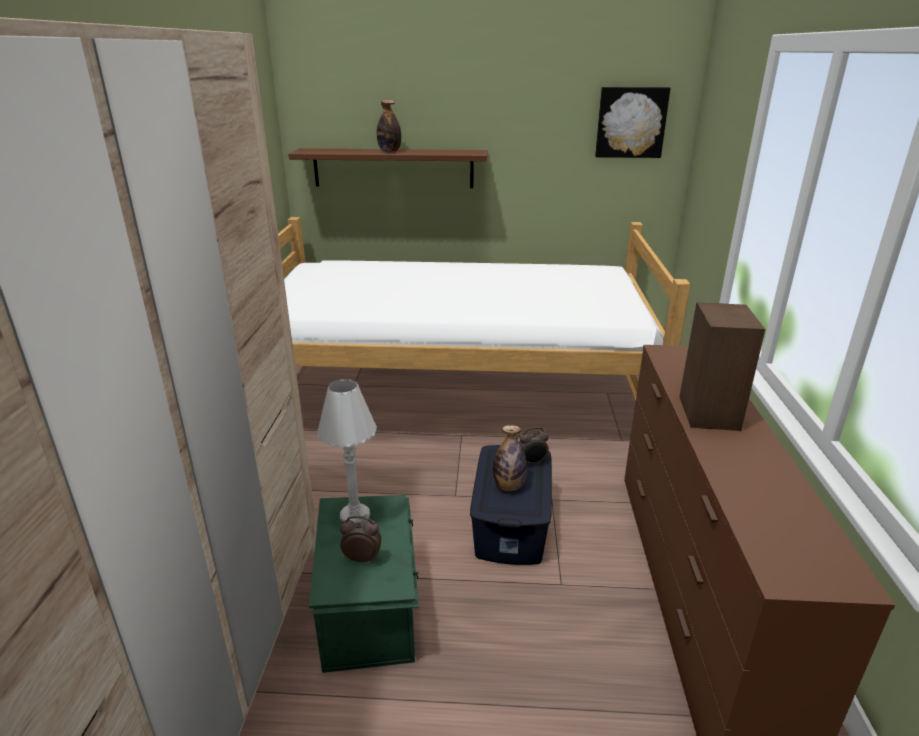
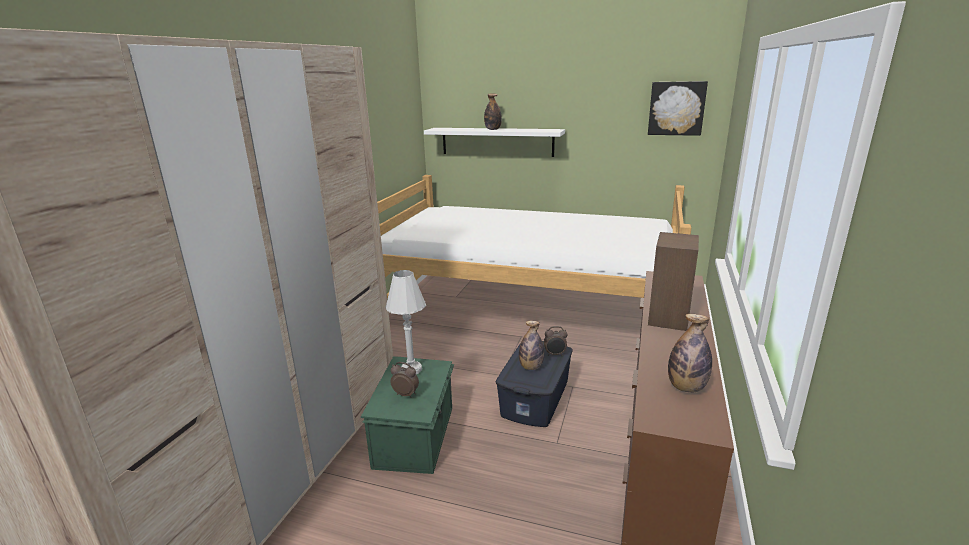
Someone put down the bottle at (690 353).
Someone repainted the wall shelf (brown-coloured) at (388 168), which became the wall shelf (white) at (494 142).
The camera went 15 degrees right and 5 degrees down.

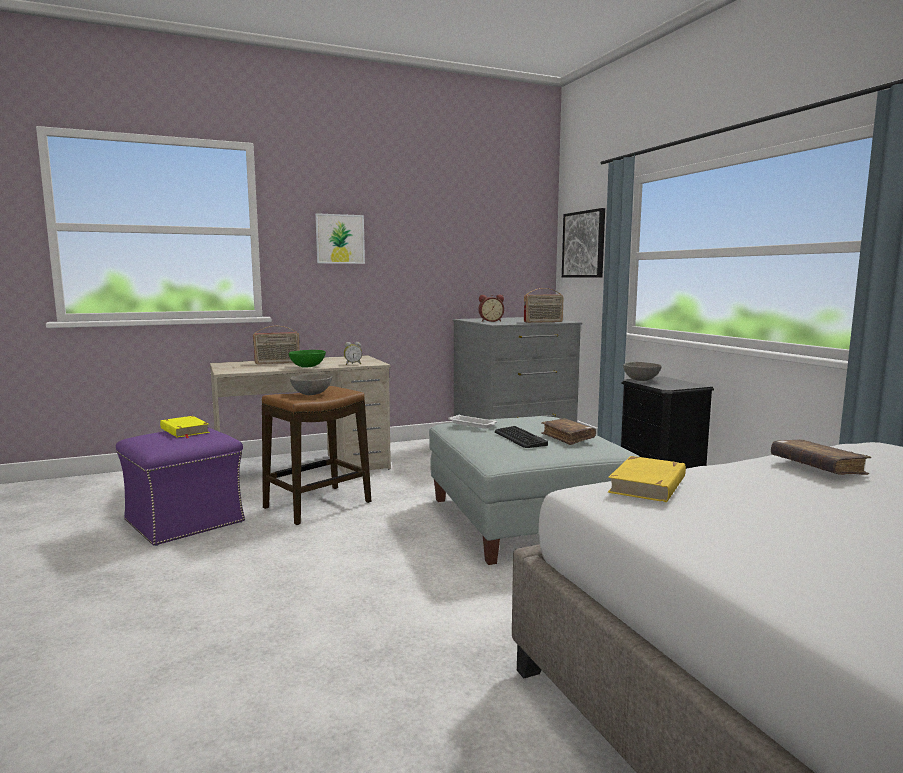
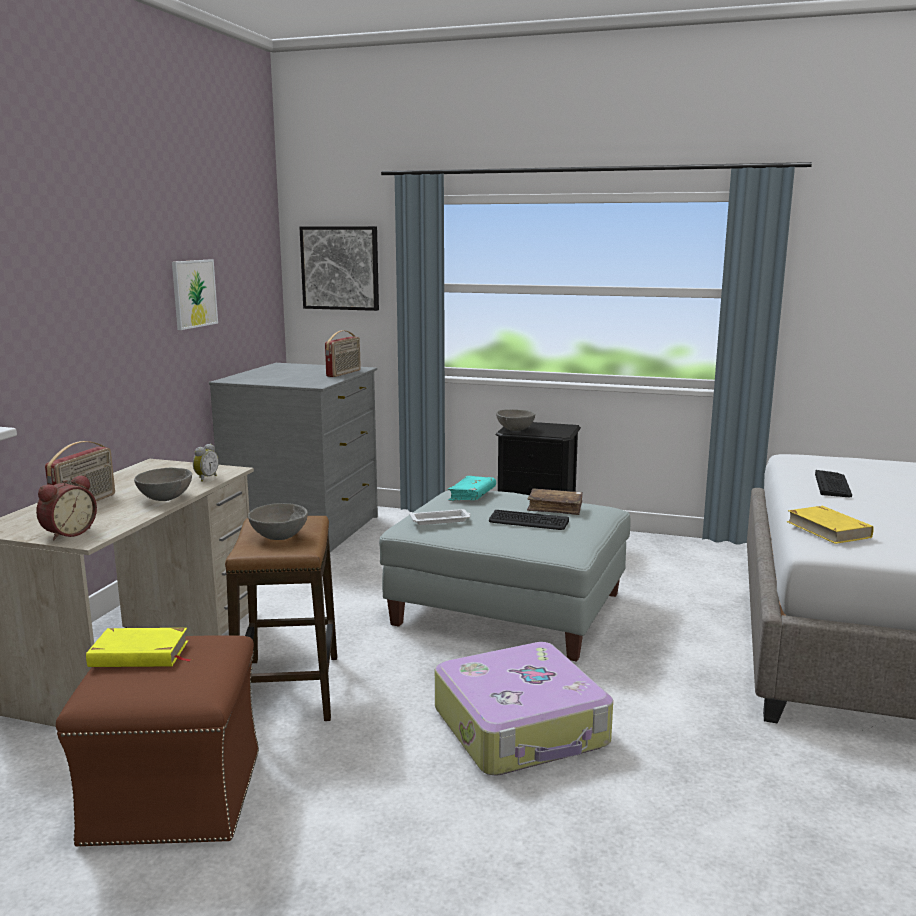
Someone put down the travel case at (524 709).
Someone put down the bound book (turquoise-coloured) at (472 488).
Someone carried the wall picture from (340 238) to (195 294).
Someone carried the alarm clock from (491 308) to (66 508).
Someone swapped the bound book (brown-coloured) at (821 457) for the keyboard at (833 483).
Someone repainted the ottoman (purplish) at (180 486), which became the ottoman (brown-coloured) at (157 740).
Someone repainted the bowl (greenish) at (307 359), which became the bowl (gray) at (163 484).
The camera went 50 degrees left and 5 degrees up.

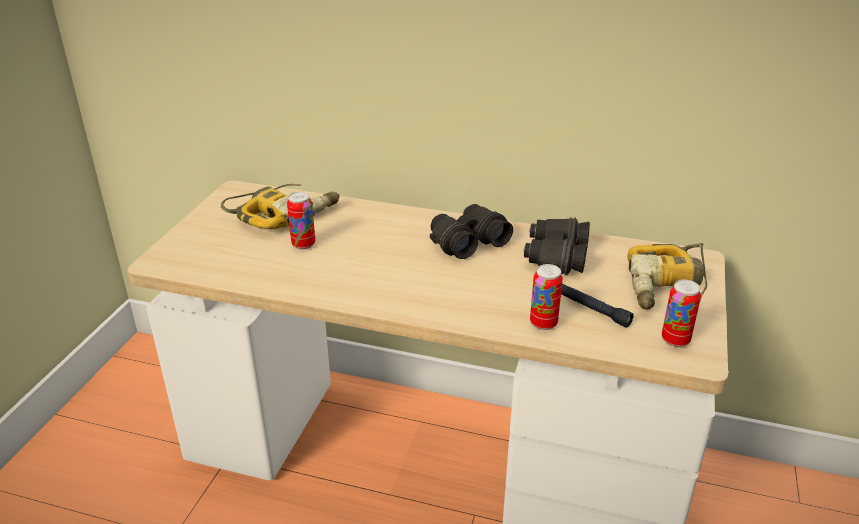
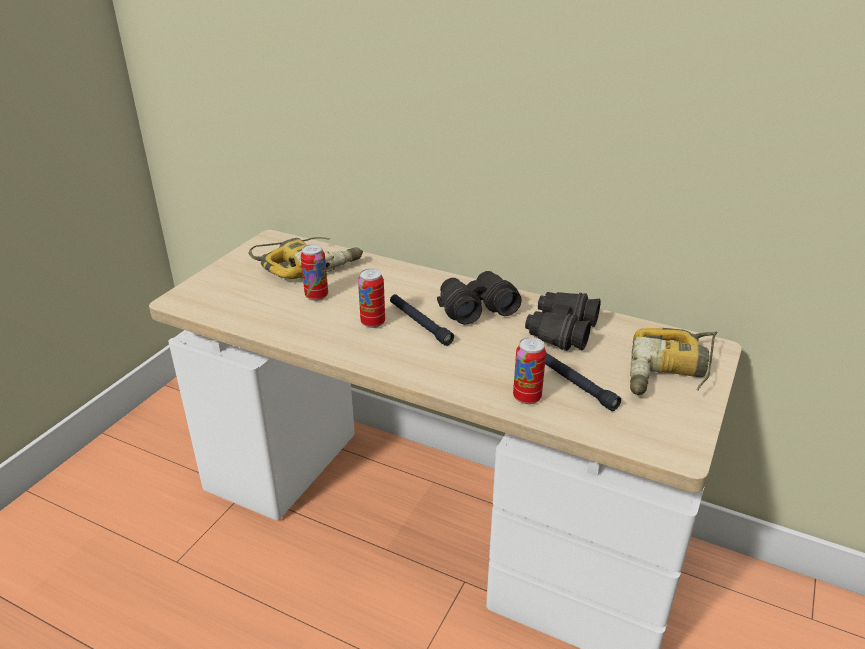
Someone put down the flashlight (blackish) at (422 320).
Someone carried the sealed can from (681 313) to (371 298).
The camera went 10 degrees right and 0 degrees up.

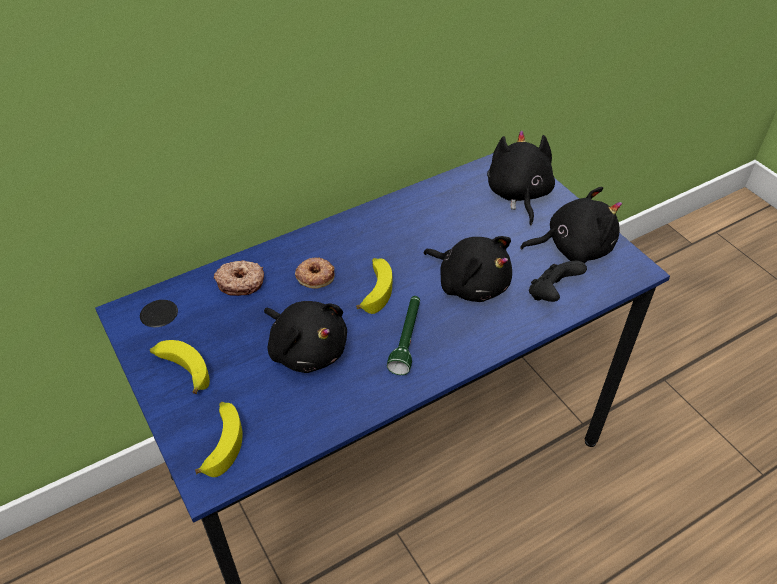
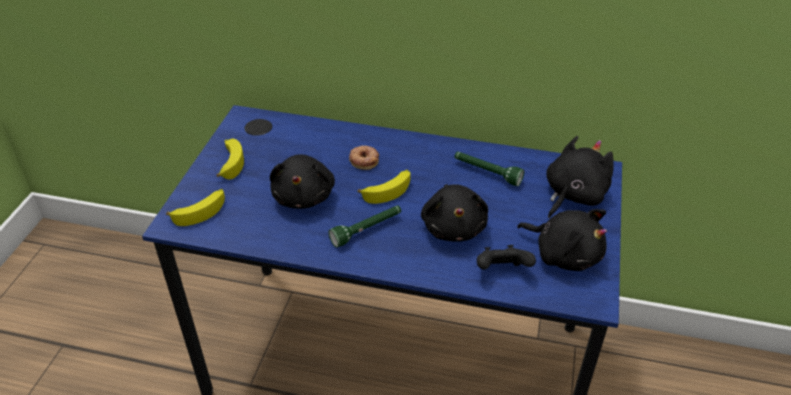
Someone took away the ring doughnut at (239 278).
Someone put down the flashlight (greenish) at (489 169).
The camera went 45 degrees right and 5 degrees down.

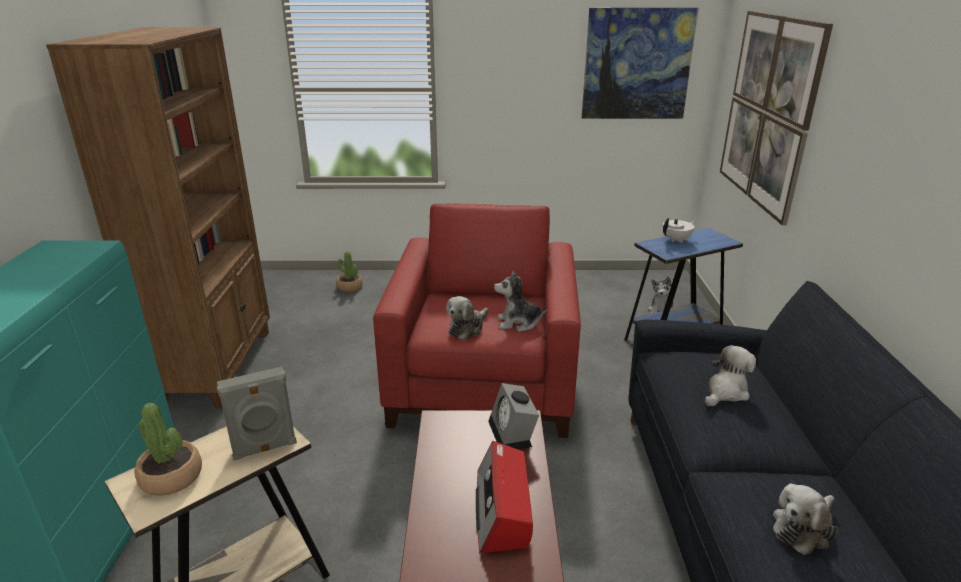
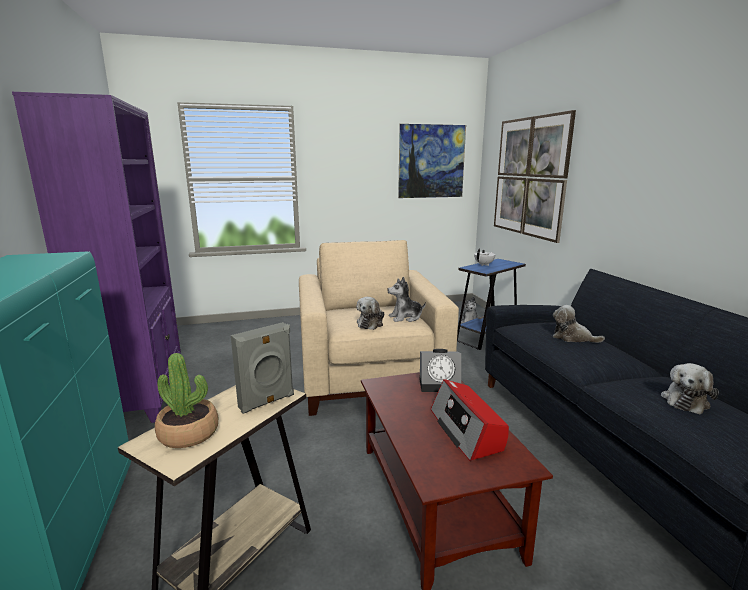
Someone took away the potted plant at (349 271).
Someone repainted the bookshelf (brown-coloured) at (158 218), which became the bookshelf (purplish) at (96 257).
Someone repainted the lounge chair (reddish) at (477 320), which became the lounge chair (sand-coloured) at (379 328).
Someone rotated the alarm clock at (513 416) by 60 degrees counterclockwise.
Someone rotated the cuddly toy at (730 375) by 90 degrees counterclockwise.
The camera went 15 degrees left and 10 degrees down.

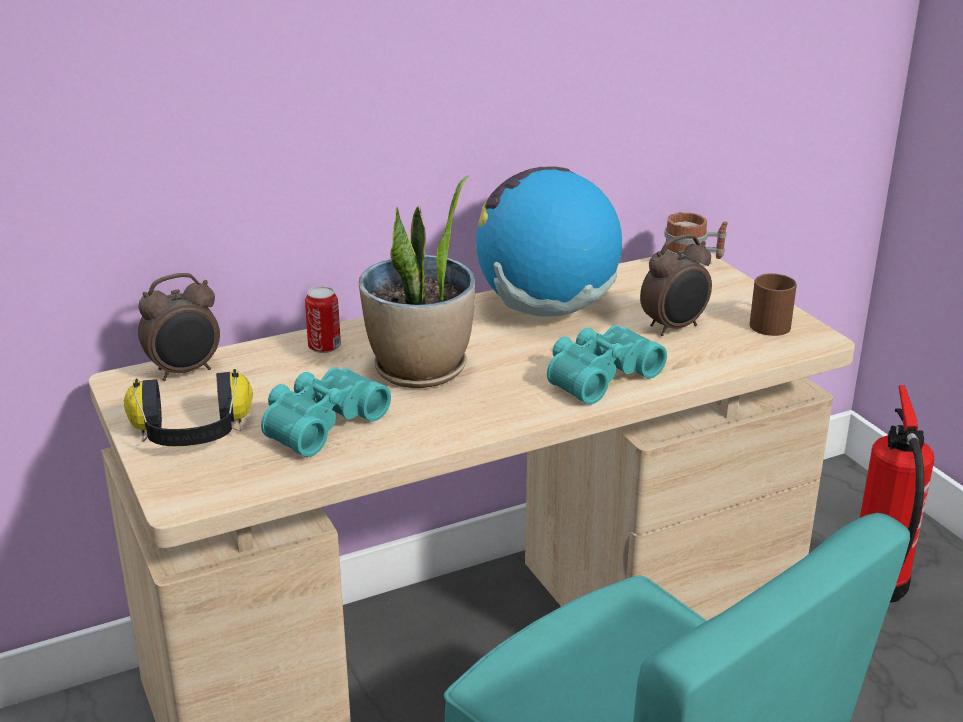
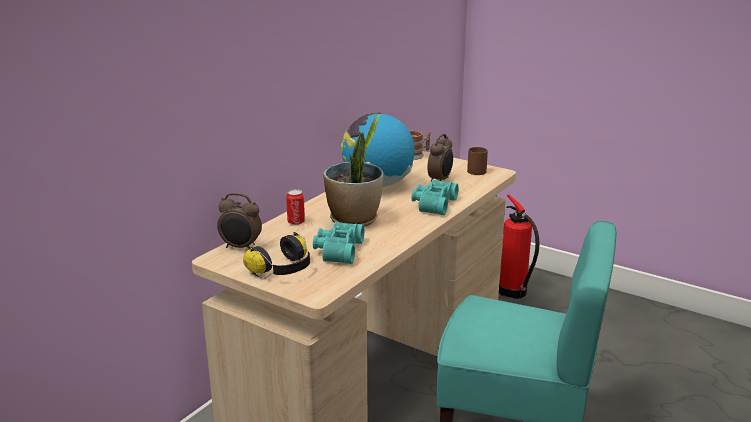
Someone rotated the alarm clock at (179 327) by 75 degrees clockwise.
The camera went 30 degrees left and 5 degrees down.

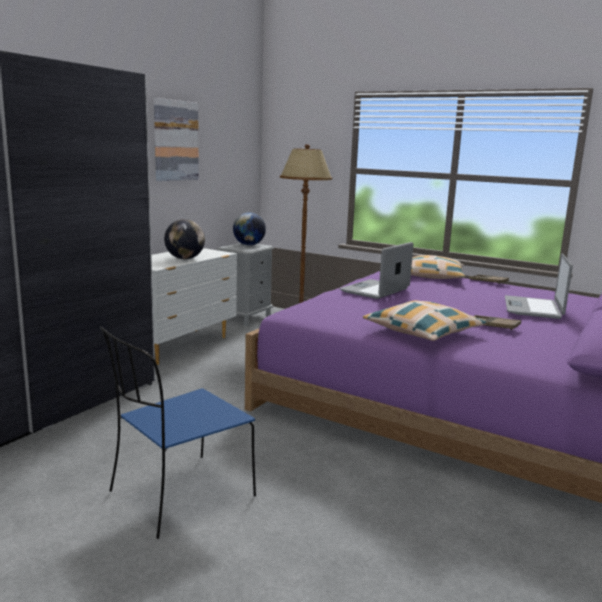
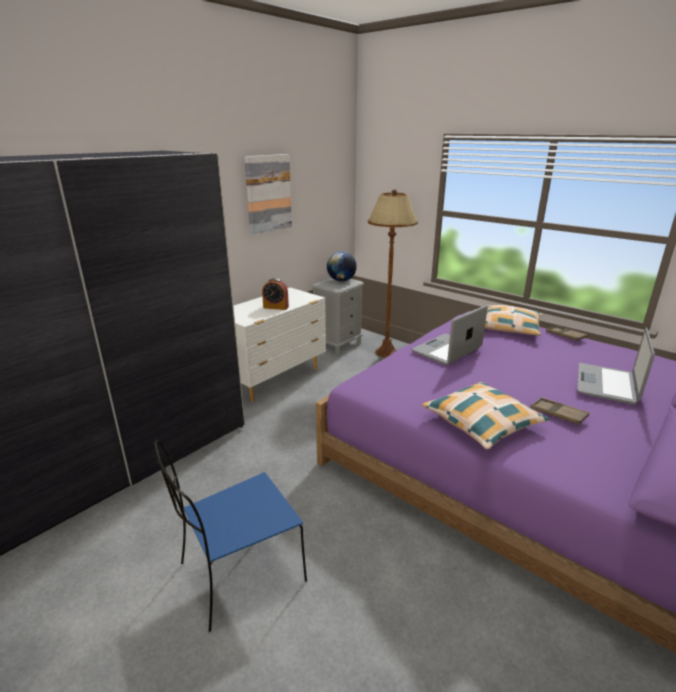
Someone swapped the world globe at (184 239) for the alarm clock at (275 294).
The camera went 10 degrees right and 10 degrees up.

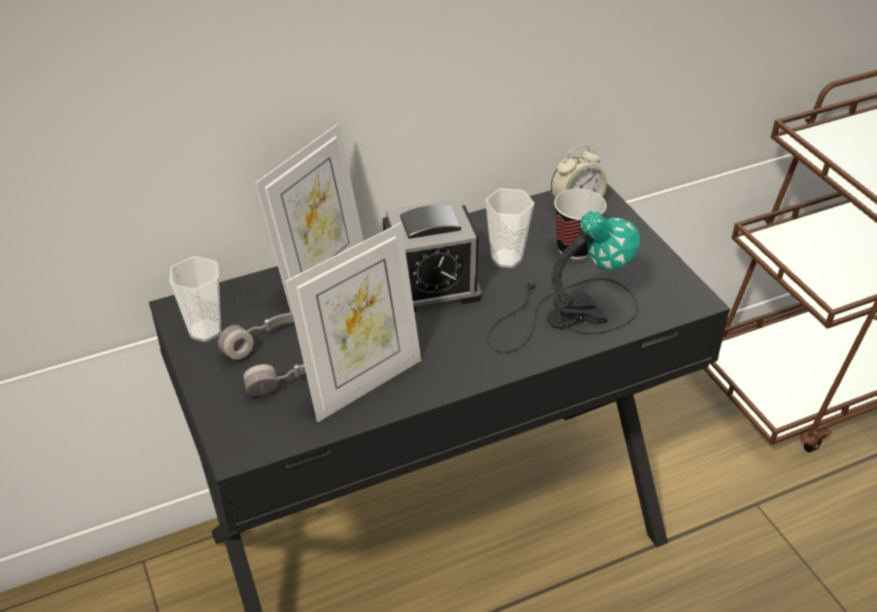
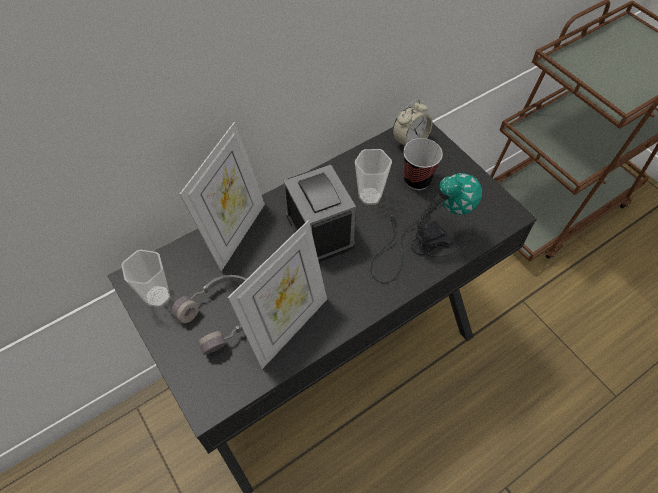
Someone rotated the alarm clock at (432 255) by 90 degrees counterclockwise.
The camera went 10 degrees left and 15 degrees up.

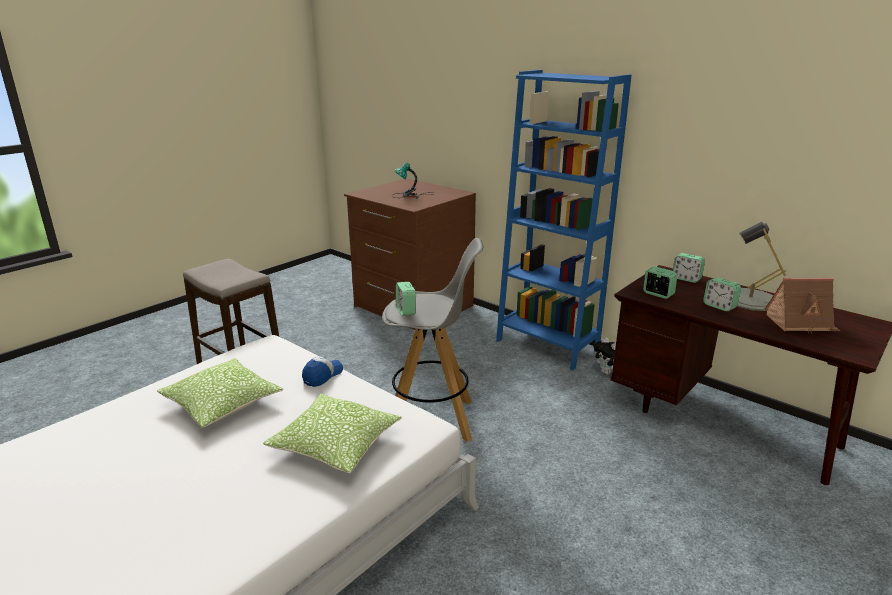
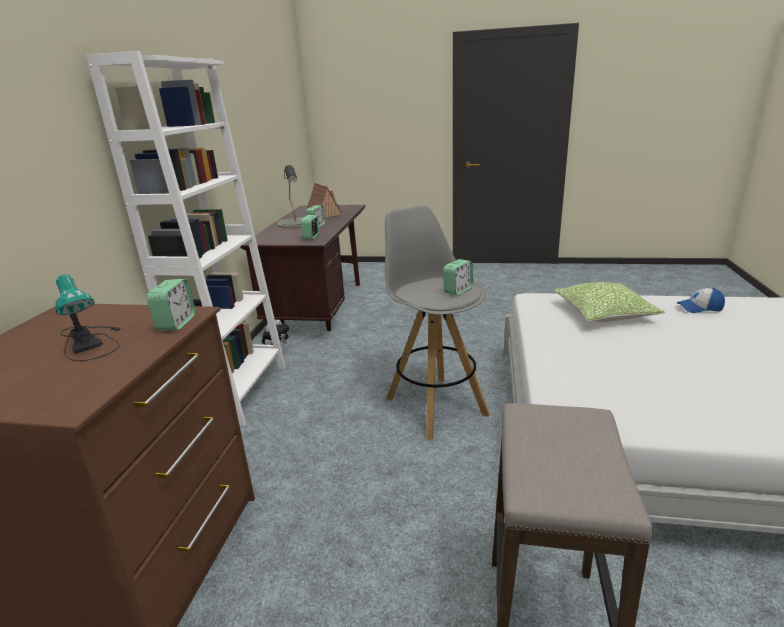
Someone took away the pillow at (220 393).
Someone carried the baseball cap from (322 371) to (701 300).
Someone carried the alarm clock from (689 268) to (171 305).
Someone repainted the bookshelf (bluish) at (564 220), which became the bookshelf (white) at (186 238).
The camera went 120 degrees left and 0 degrees up.

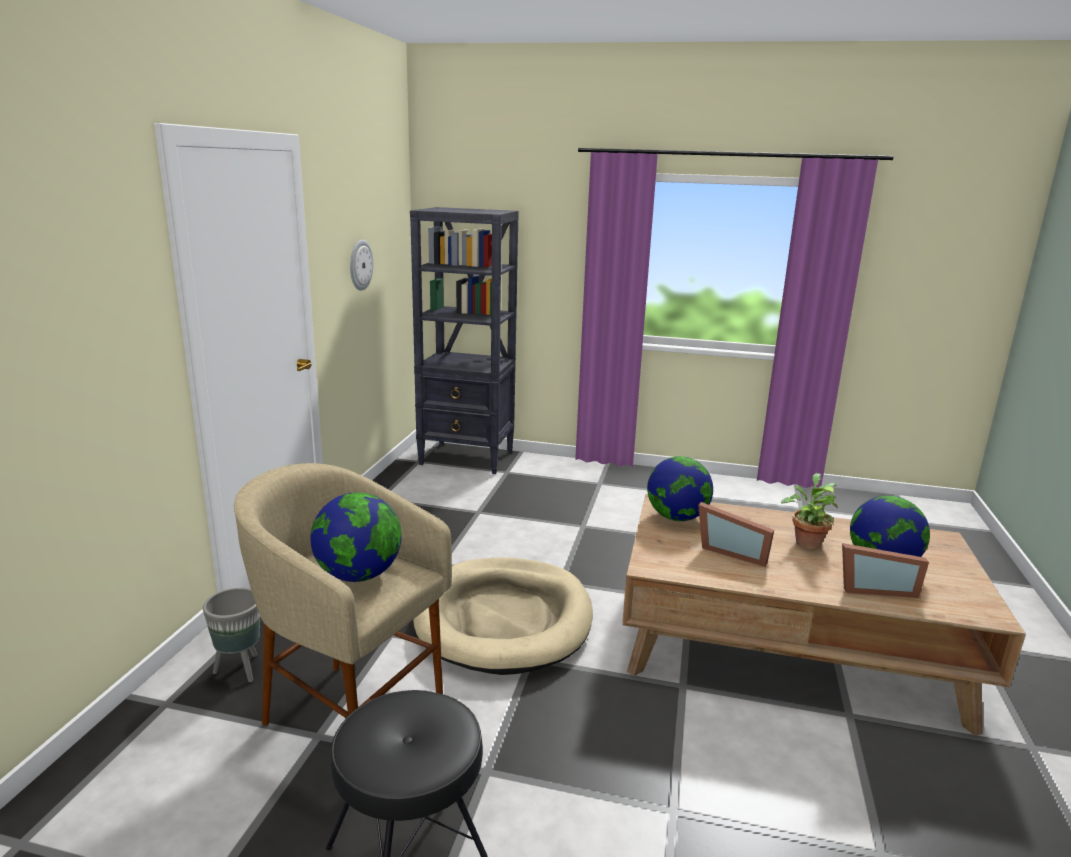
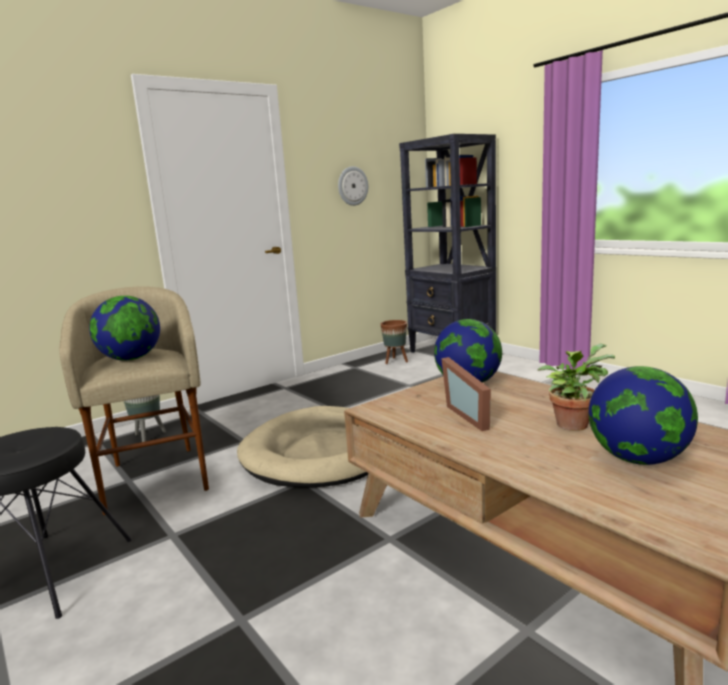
Someone took away the photo frame at (885 570).
Someone put down the planter (brown-coloured) at (394 342).
The camera went 40 degrees right and 5 degrees down.

